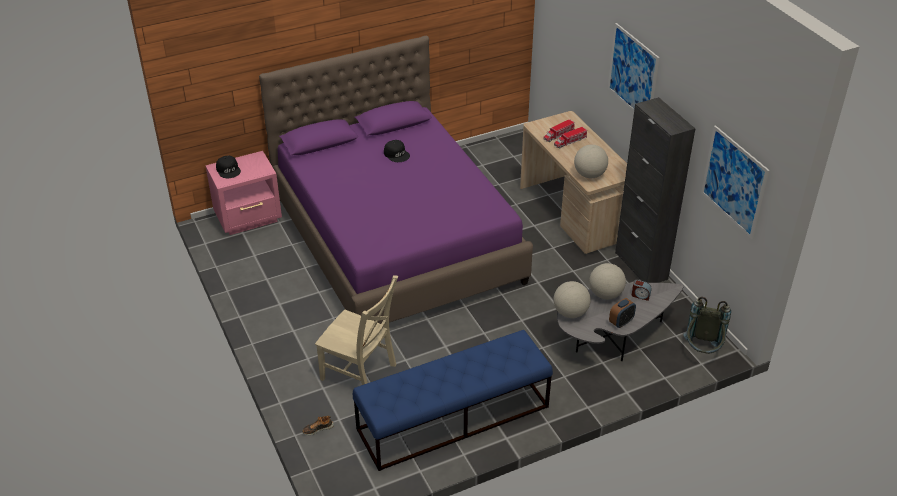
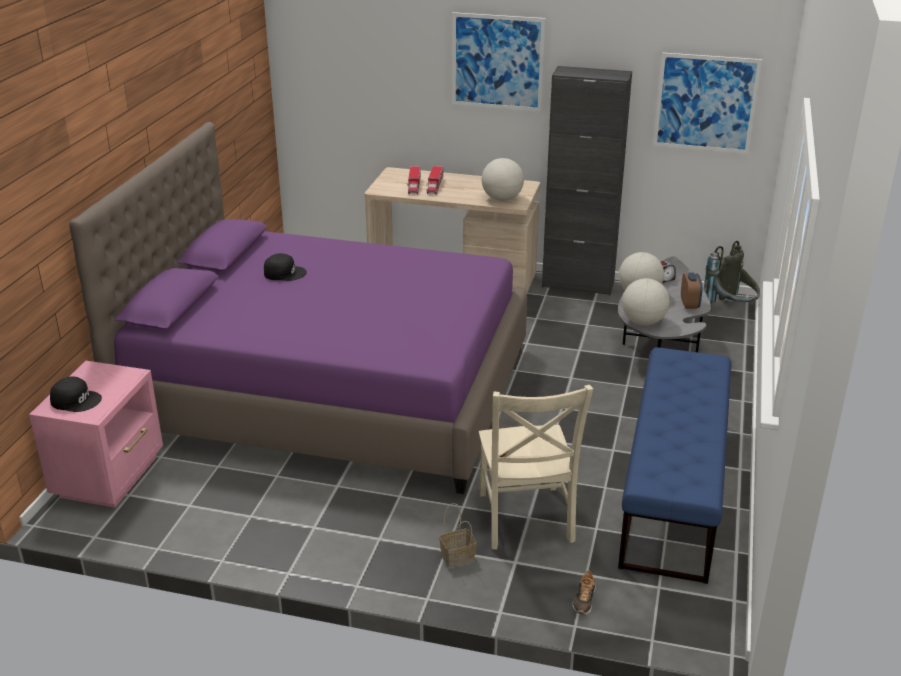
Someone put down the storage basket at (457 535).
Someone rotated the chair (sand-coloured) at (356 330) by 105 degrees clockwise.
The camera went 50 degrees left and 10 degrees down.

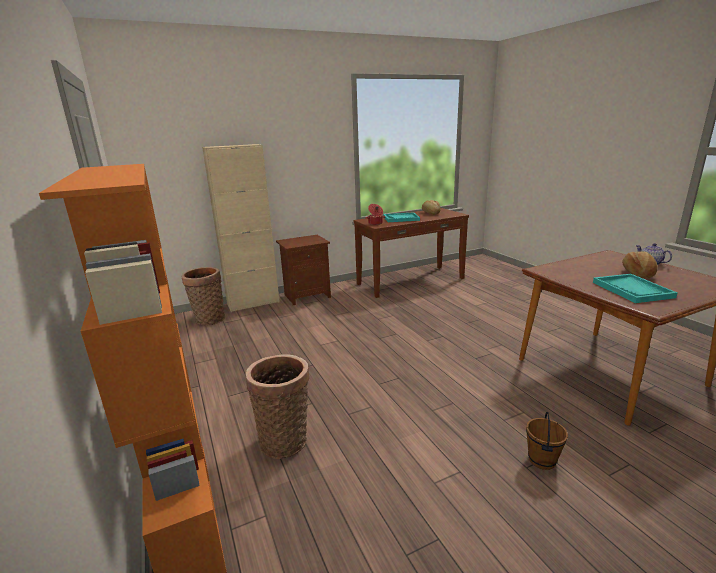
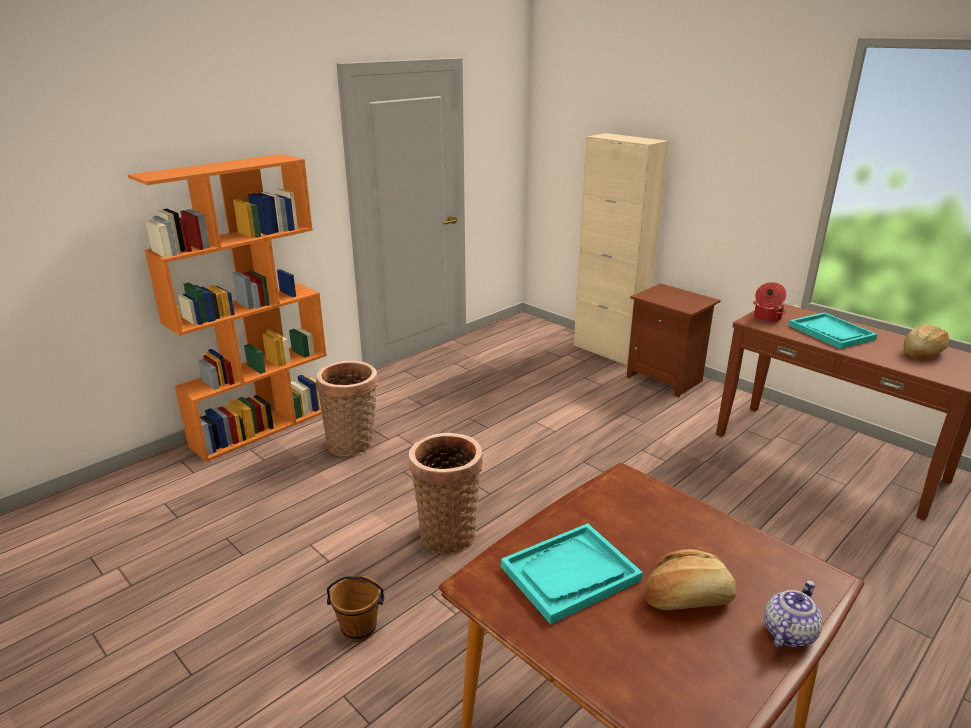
Someone carried the storage basket from (203 296) to (445 494).
The camera went 70 degrees right and 5 degrees up.

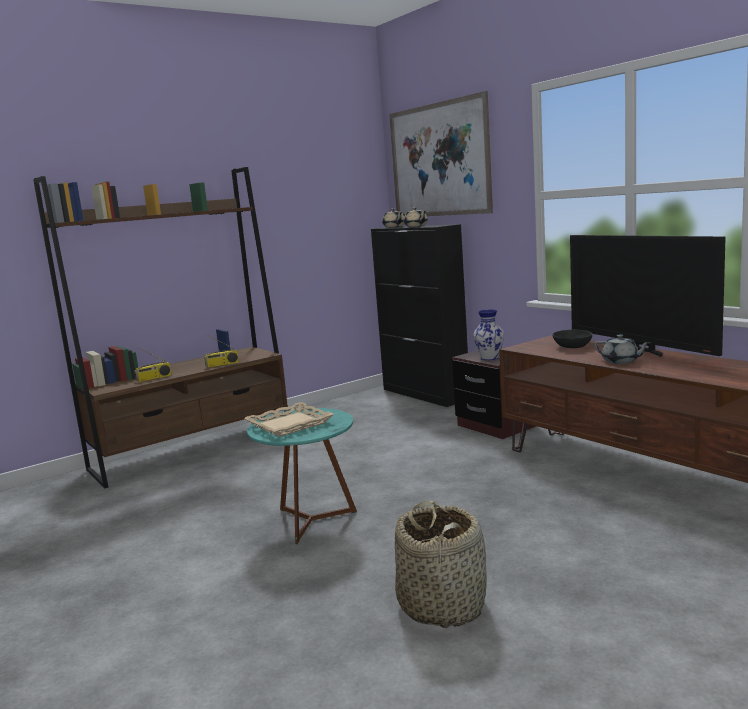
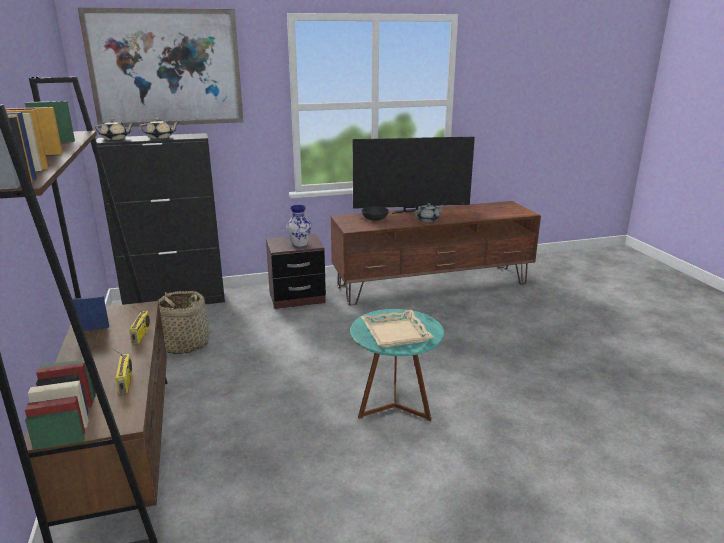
Someone carried the storage basket from (441 564) to (183 322).
The camera went 70 degrees left and 10 degrees up.

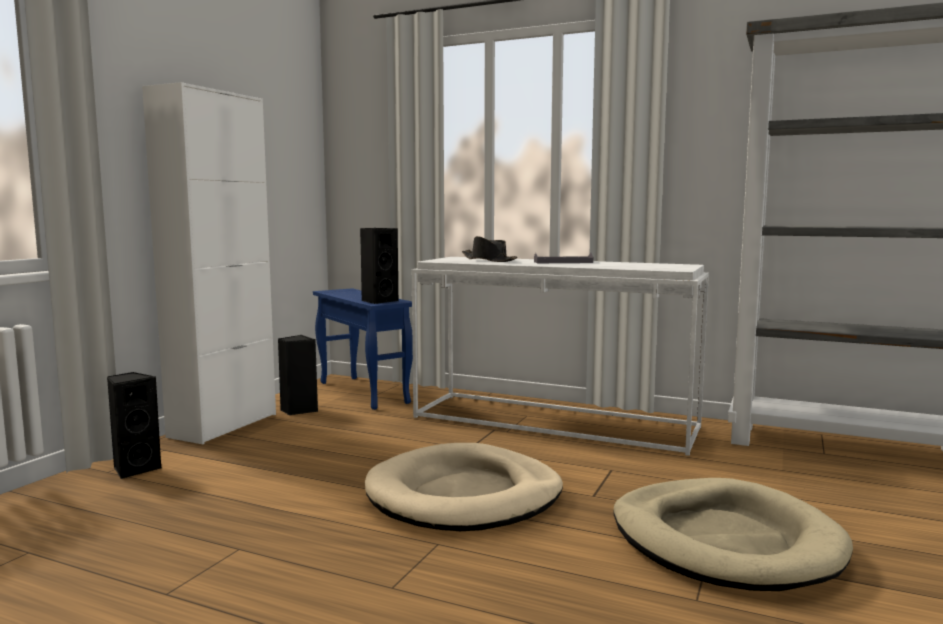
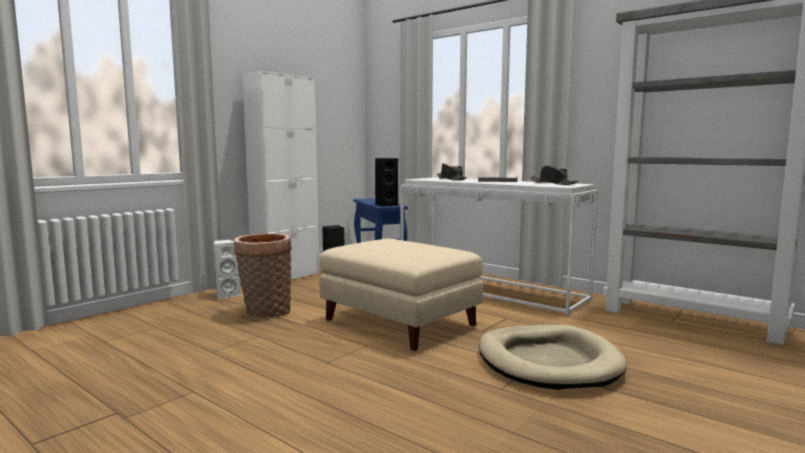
Someone put down the storage basket at (263 275).
Someone put down the wearable hat (blackish) at (554 175).
Someone swapped the dog cushion (sand-coloured) at (464 487) for the ottoman (sand-coloured) at (401 295).
Someone repainted the audio speaker (blackish) at (134 425), which became the audio speaker (white) at (227 269).
The camera went 15 degrees right and 0 degrees up.

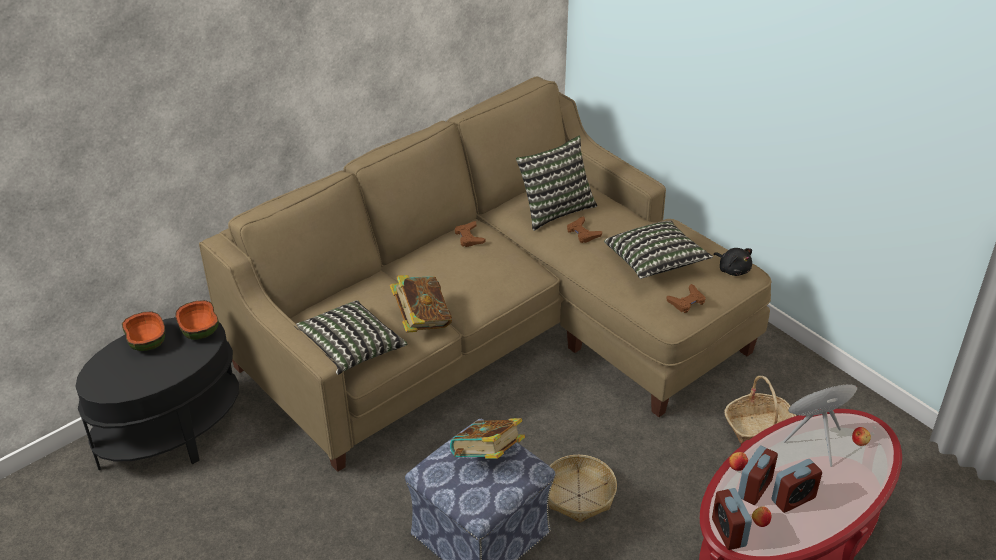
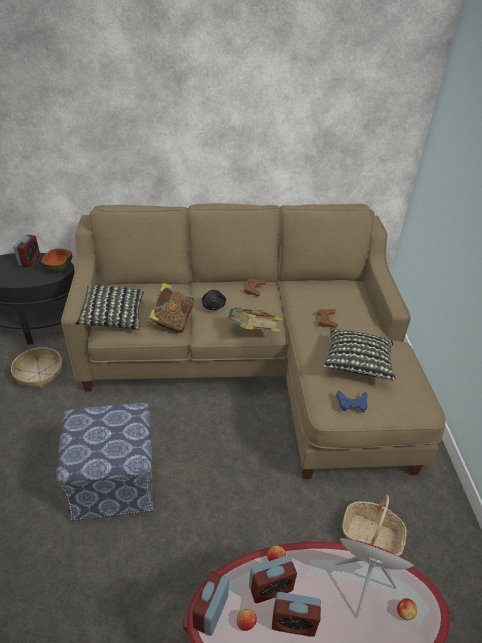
Someone took away the pillow at (556 183).
Someone carried the bound book from (487 438) to (254 319).
Someone carried the storage basket from (582 489) to (36 368).
Someone carried the cuddly toy (blackish) from (732 262) to (214 300).
Someone swapped the bowl at (143 331) for the alarm clock at (26 250).
Someone repainted the gamepad (brown-coloured) at (686 298), which became the gamepad (bluish) at (352 401).
The camera went 35 degrees right and 0 degrees up.

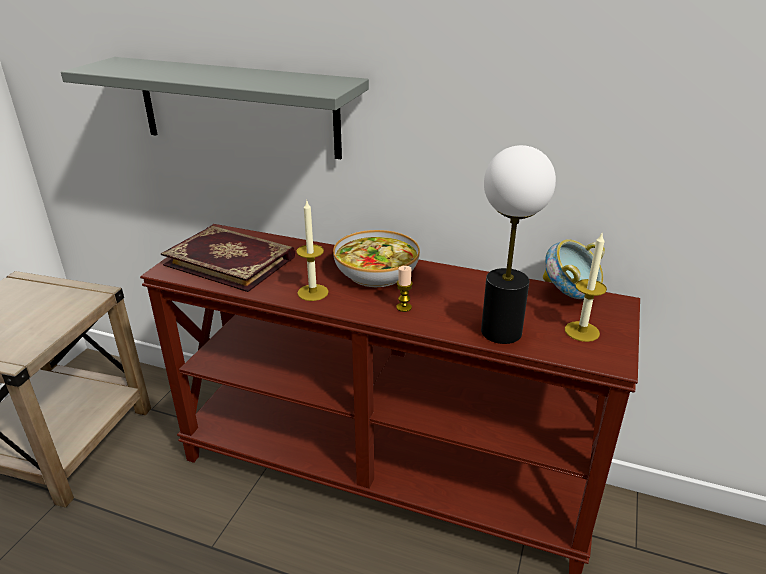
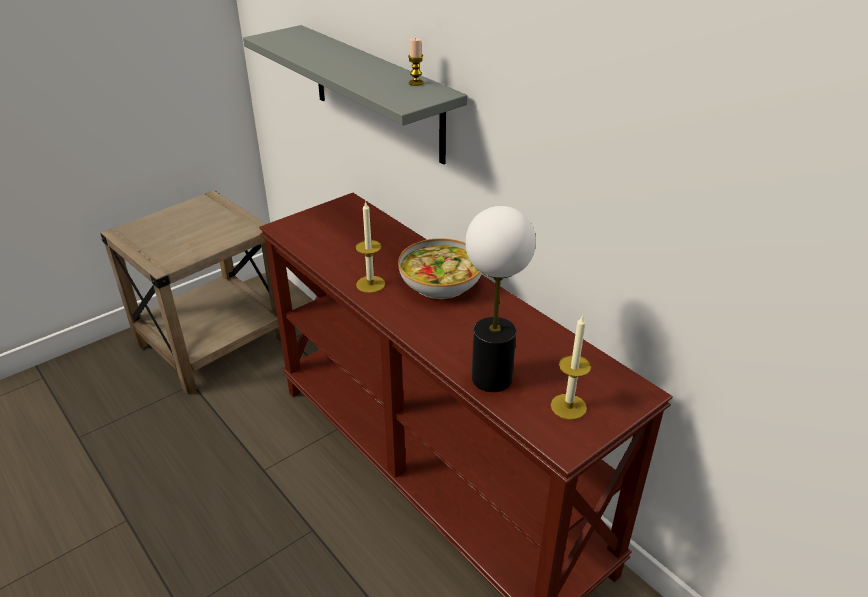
Someone took away the bound book at (228 259).
Someone took away the bowl at (574 269).
Someone carried the wax candle from (404 289) to (415 62).
The camera went 30 degrees right and 5 degrees up.

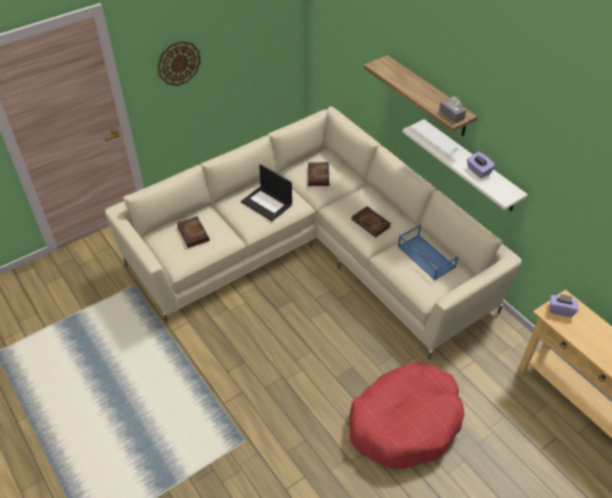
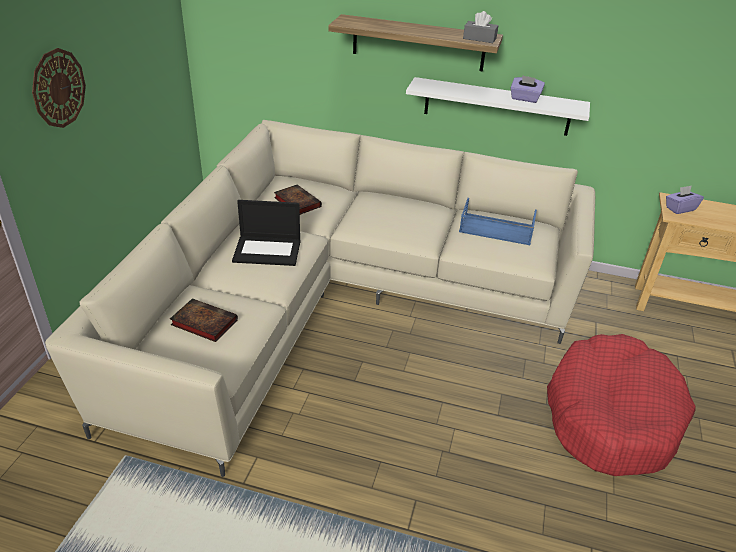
Someone took away the bound book at (371 221).
The camera went 40 degrees left and 10 degrees down.

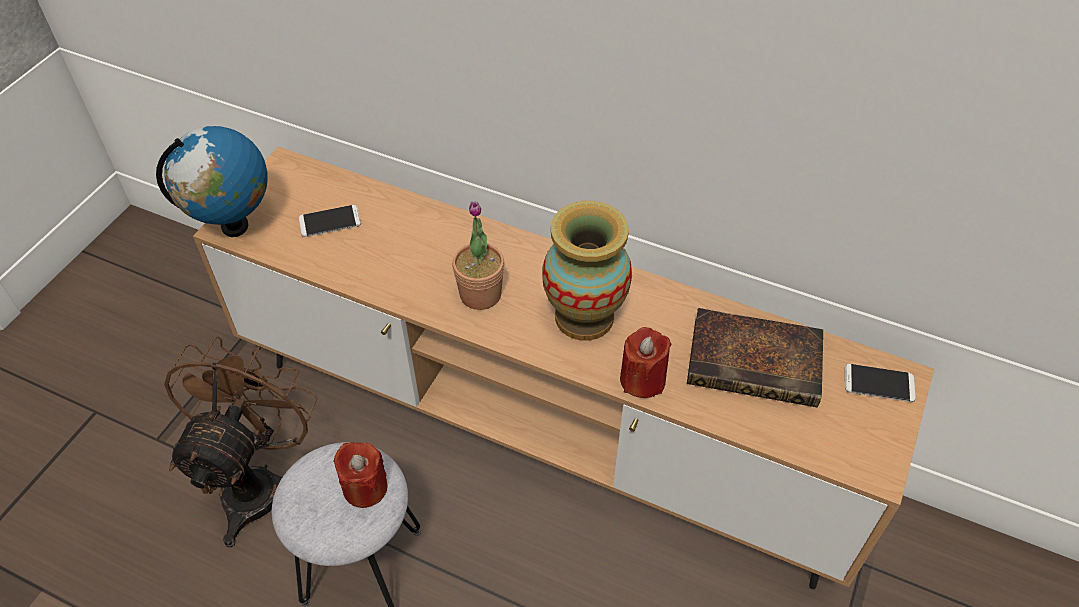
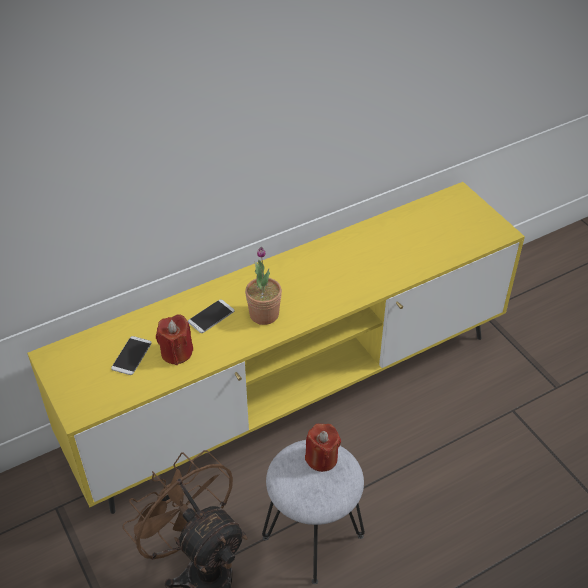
Someone took away the world globe at (212 181).
Someone took away the decorative vase at (587 271).
Someone took away the bound book at (755 357).
Someone carried the wax candle (reddish) from (645 362) to (174 339).
Someone carried the phone from (880 383) to (211 316).
Someone repainted the media console (brown-coloured) at (563 368), which became the media console (yellowish) at (276 348).
The camera went 55 degrees left and 5 degrees down.

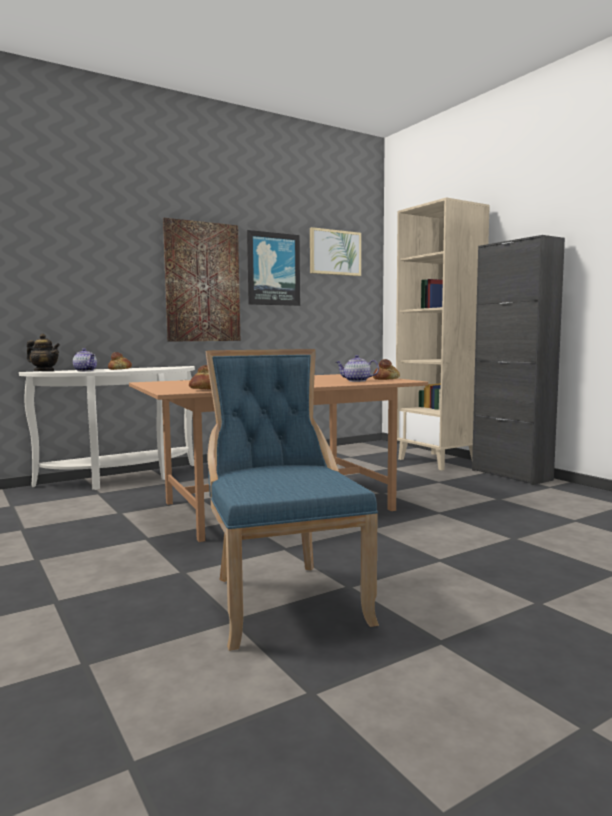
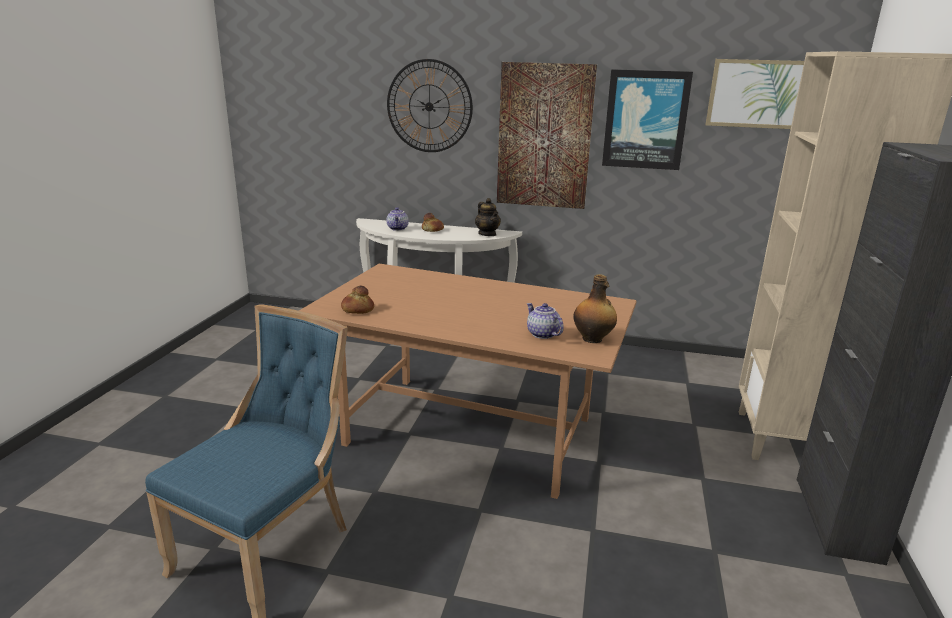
Someone put up the wall clock at (430 105).
Someone carried the tea pot from (43 352) to (488 217).
Someone swapped the bakery bread at (386 369) for the bottle at (595 308).
The camera went 45 degrees right and 15 degrees up.

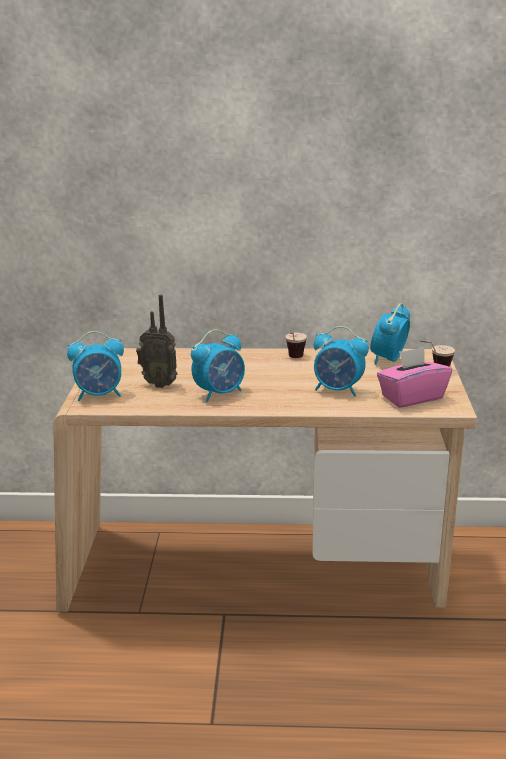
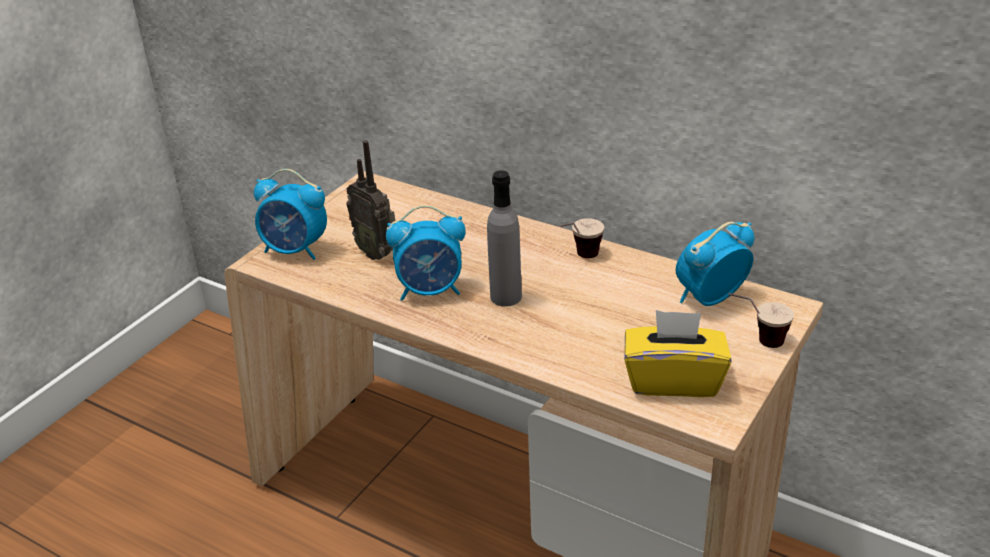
Someone took away the alarm clock at (341 361).
Someone put down the bottle (gray) at (504 238).
Someone repainted the box of tissues (pink-coloured) at (414 377), which became the box of tissues (yellowish) at (678 353).
The camera went 30 degrees right and 10 degrees up.

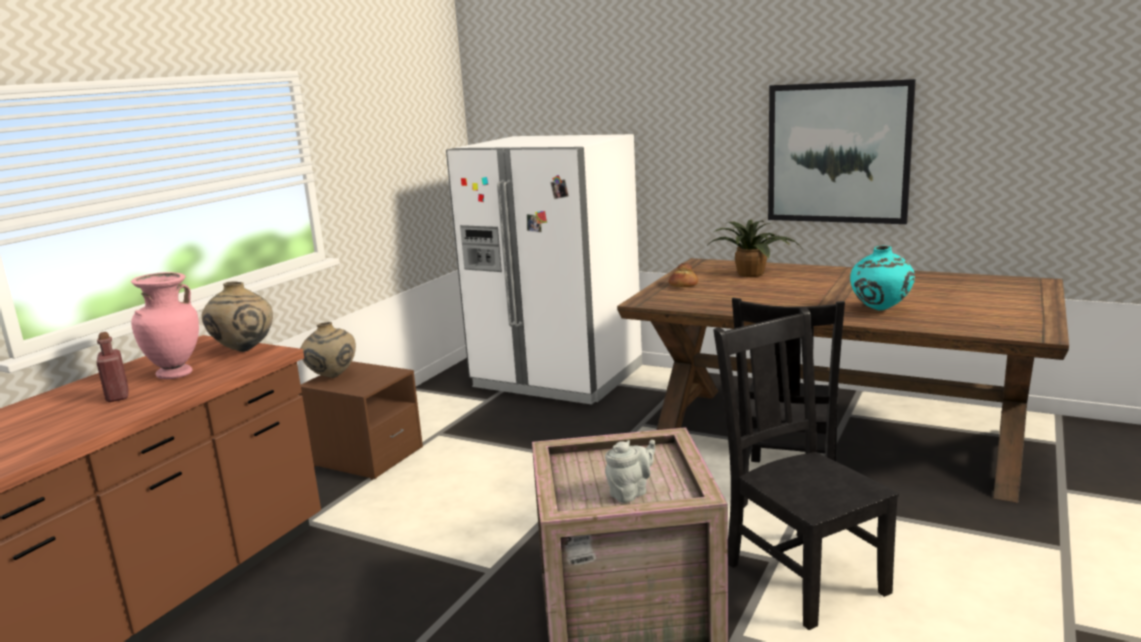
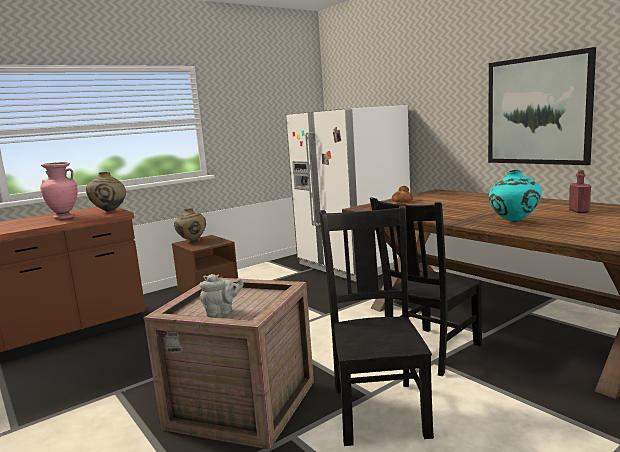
Someone took away the potted plant at (753 248).
Someone carried the bottle (reddish) from (112 367) to (580 191).
The camera went 25 degrees right and 5 degrees down.

